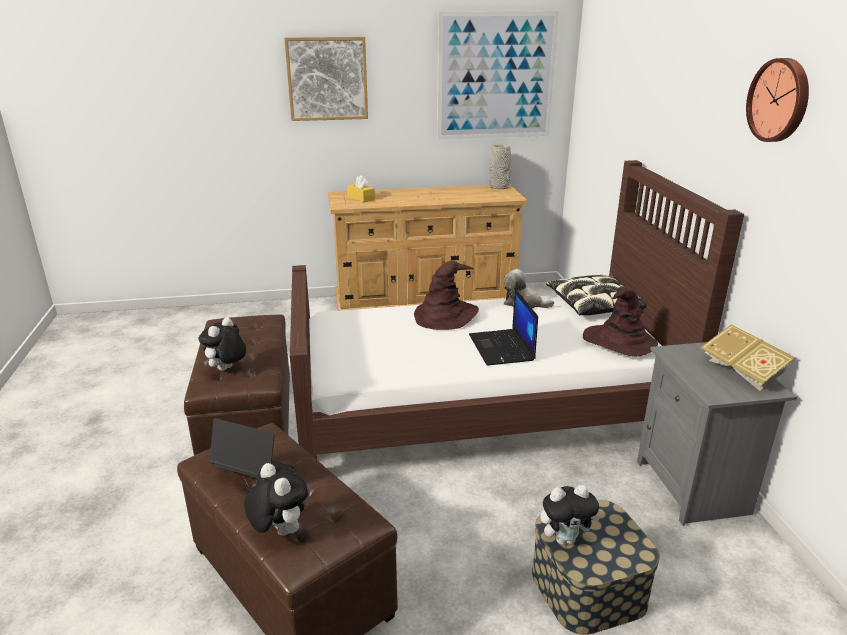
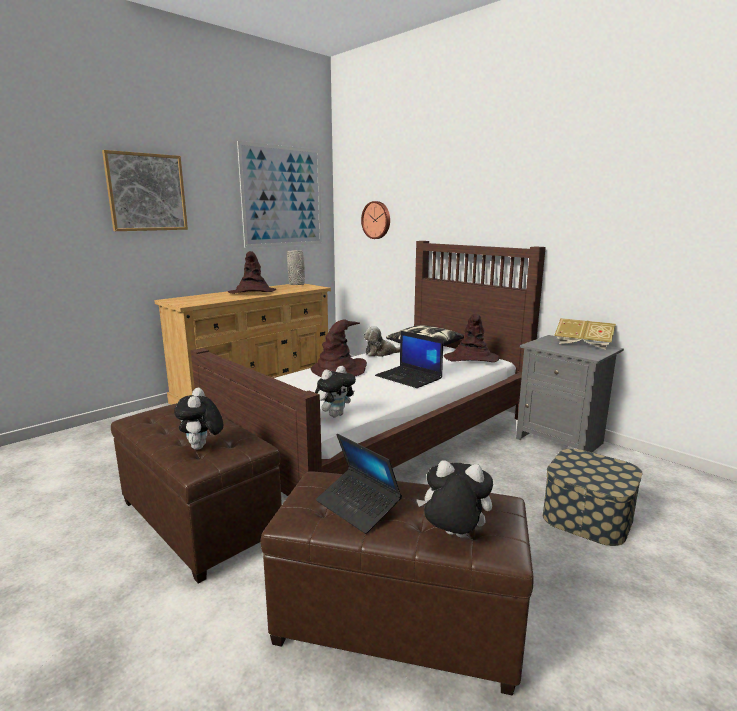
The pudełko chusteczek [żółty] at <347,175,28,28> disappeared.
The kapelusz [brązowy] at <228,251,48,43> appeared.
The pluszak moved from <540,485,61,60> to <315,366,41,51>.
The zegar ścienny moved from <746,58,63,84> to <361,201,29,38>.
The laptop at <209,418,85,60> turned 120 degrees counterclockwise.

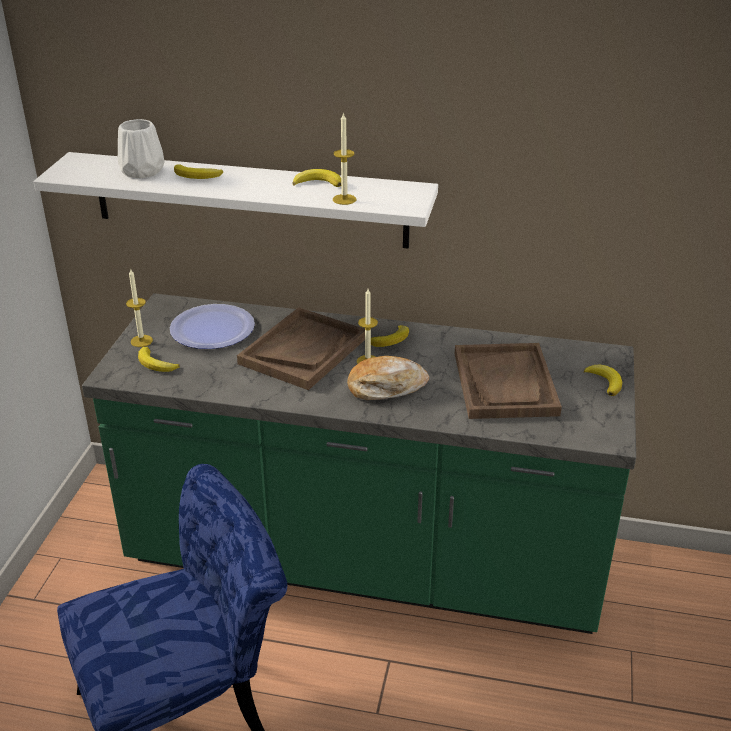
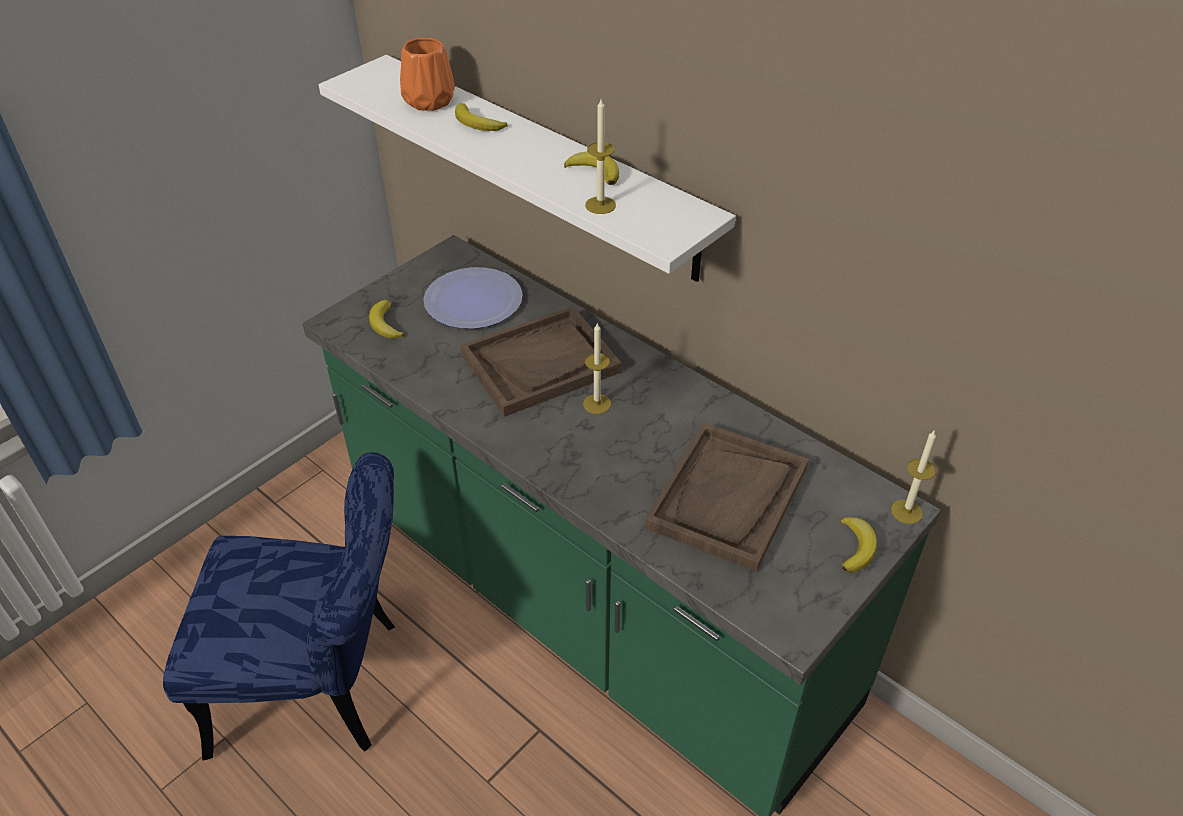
The chleb at <347,356,82,44> disappeared.
The banan at <371,325,38,22> disappeared.
The świeca moved from <126,268,27,79> to <891,431,45,93>.
The wazon [biały] at <118,119,47,59> became the wazon [pomarańczowy] at <400,38,55,73>.

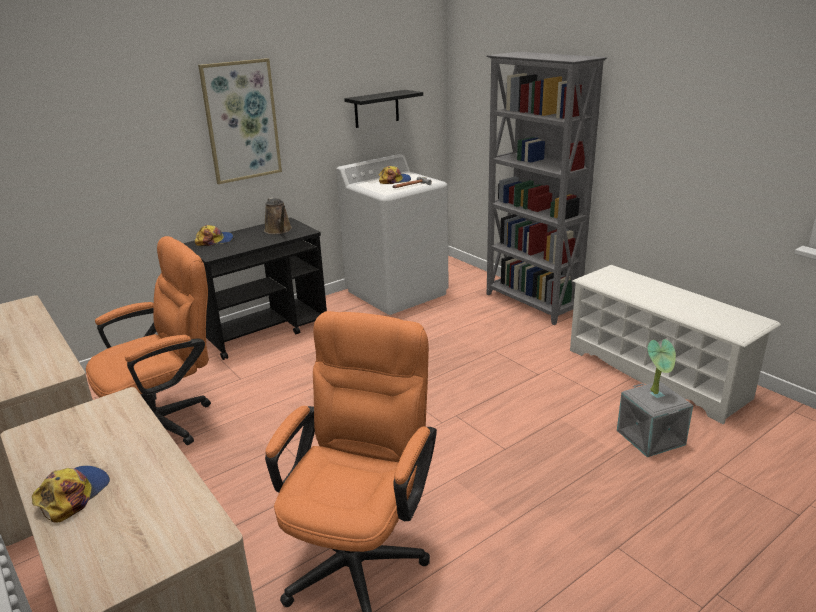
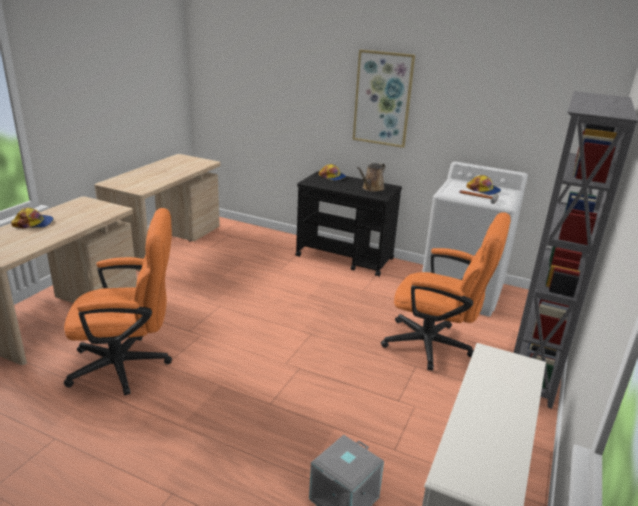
The półka [czarny] at <344,90,79,38> disappeared.
The roślina doniczkowa at <648,339,28,55> disappeared.
The krzesło biurowe [pomarańczowy] moved from <86,236,125,209> to <381,212,130,159>.

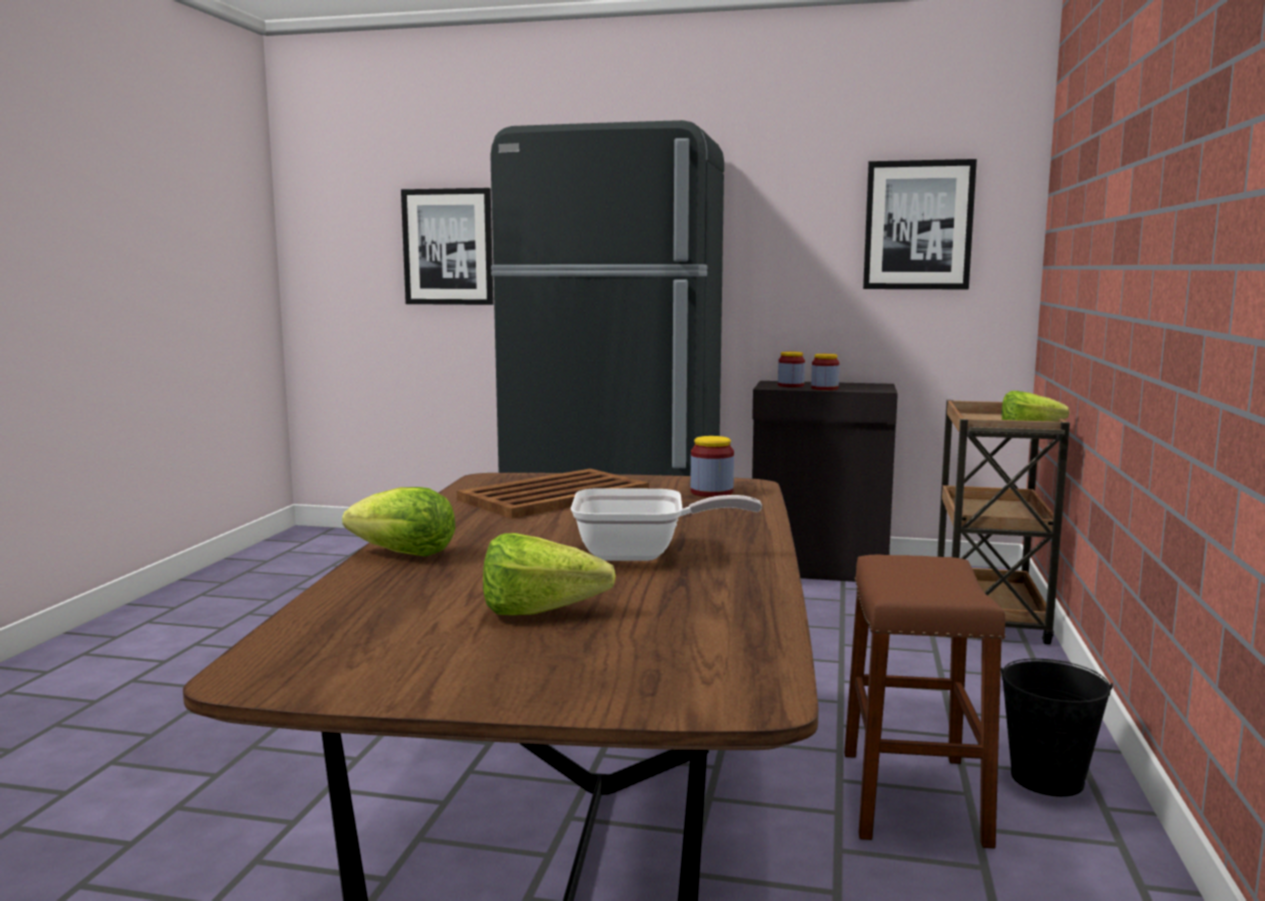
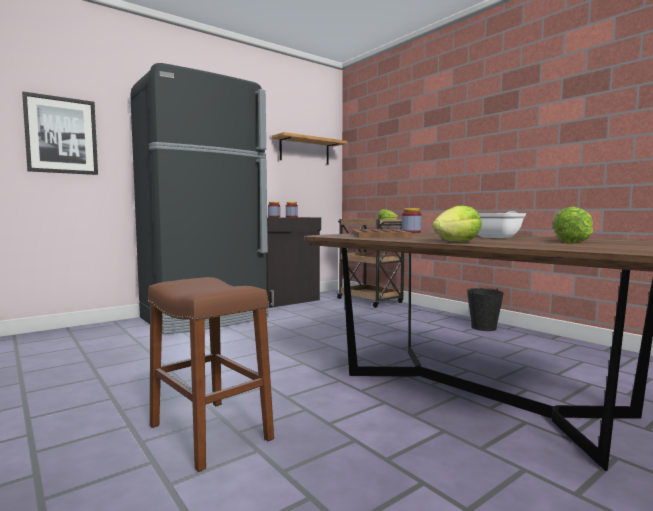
The stołek [brązowy] moved from <844,554,162,295> to <148,277,126,195>.
The obraz at <863,159,114,130> was replaced by the półka at <272,132,76,33>.

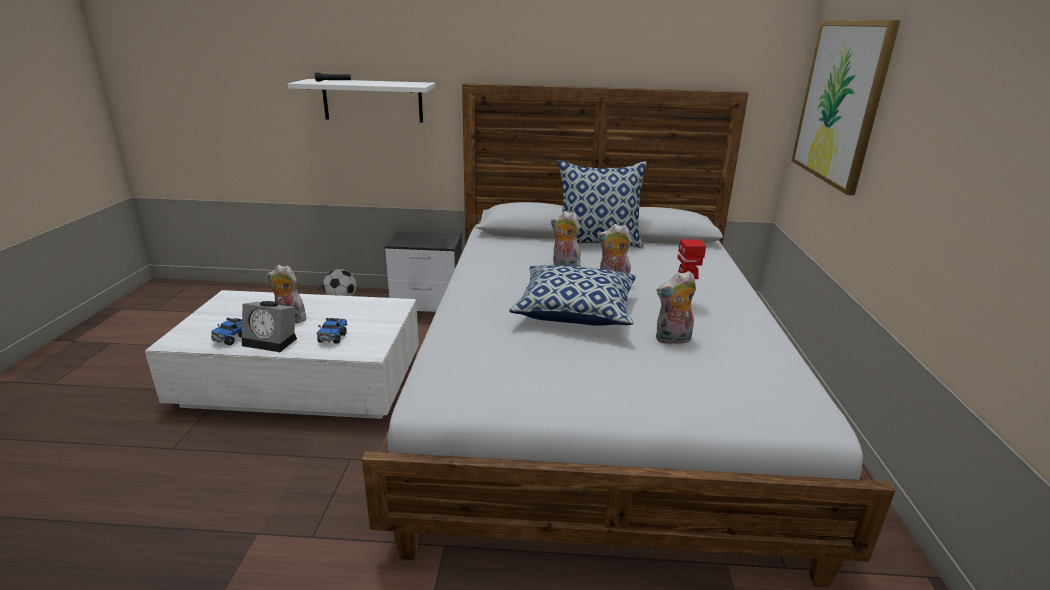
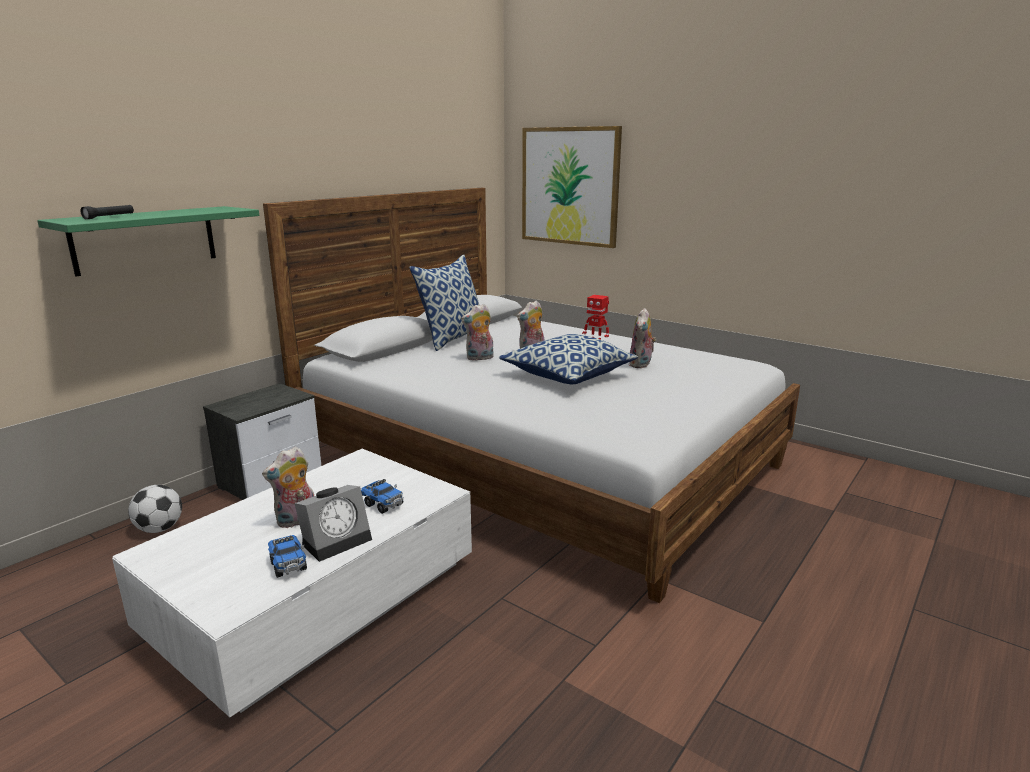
The półka [biały] at <288,79,148,44> became the półka [zielony] at <37,206,222,70>.

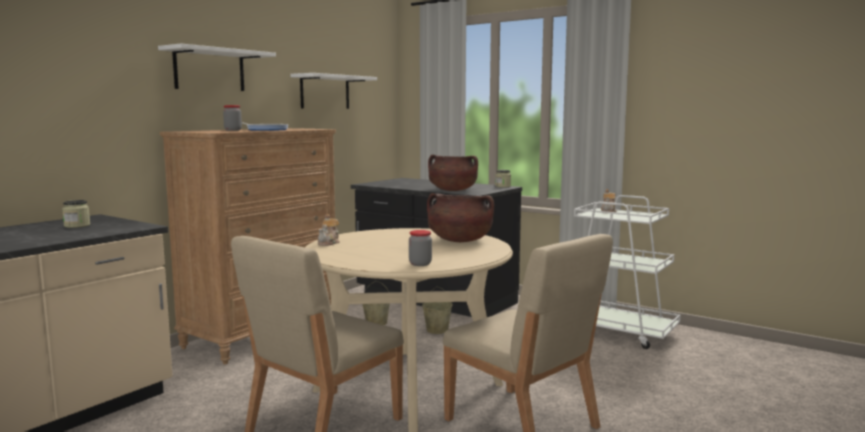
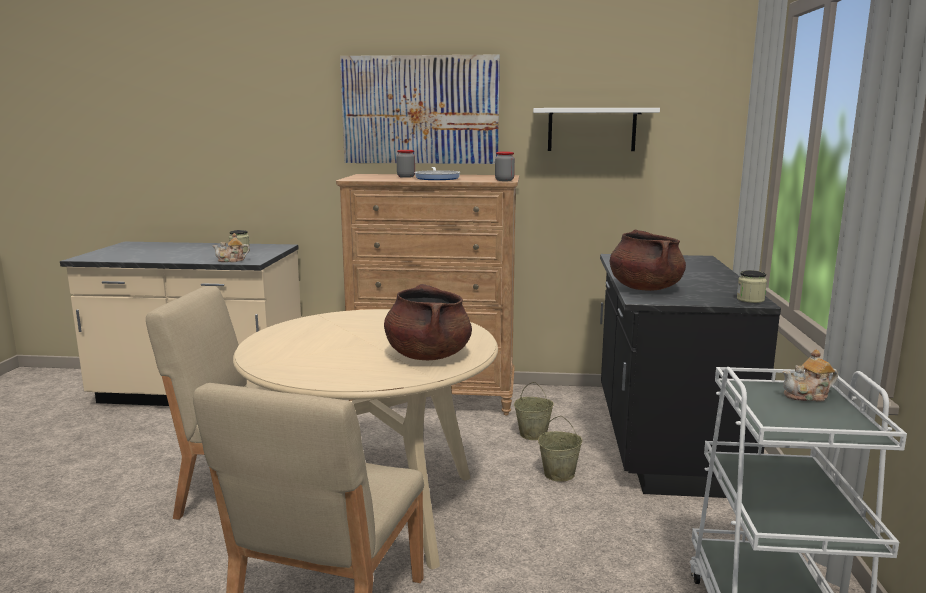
The imbryk moved from <318,214,22,32> to <213,233,37,29>.
The słoik moved from <409,230,23,36> to <495,152,20,29>.
The półka [biały] at <158,44,118,47> was replaced by the obraz at <340,54,160,110>.

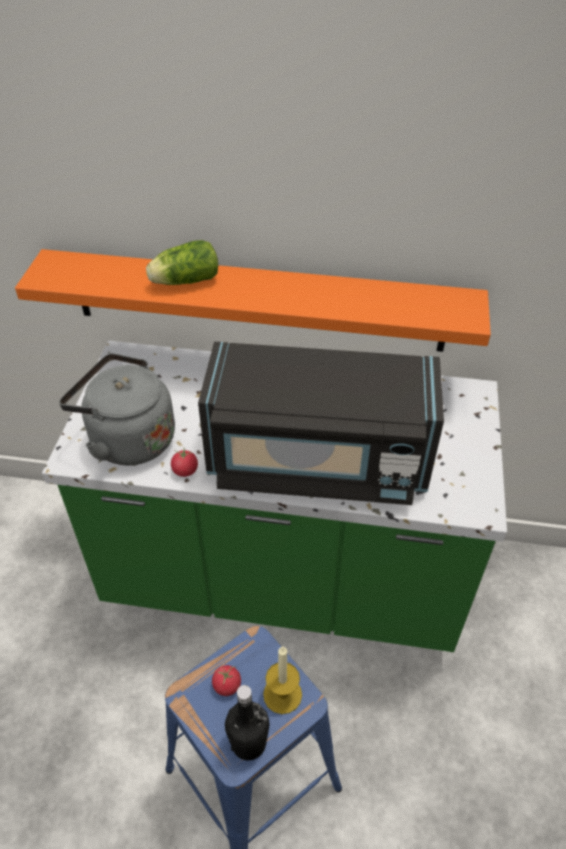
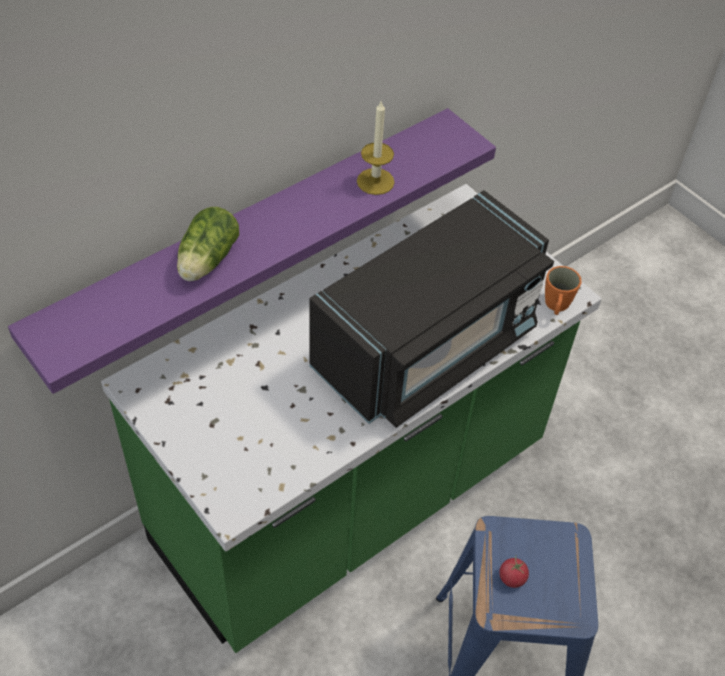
The czajnik [szary] at <59,353,116,112> disappeared.
The pomidor at <171,448,27,29> disappeared.
The butelka [czarny] at <225,685,44,76> disappeared.
The kubek [pomarańczowy] at <545,266,37,49> appeared.
The świeca moved from <263,646,39,68> to <357,101,38,94>.
The półka [pomarańczowy] at <15,249,476,103> became the półka [fioletowy] at <8,108,488,286>.

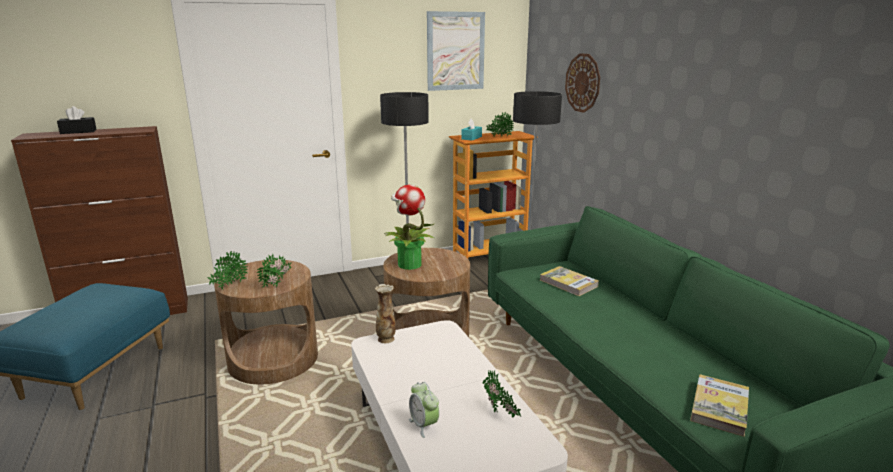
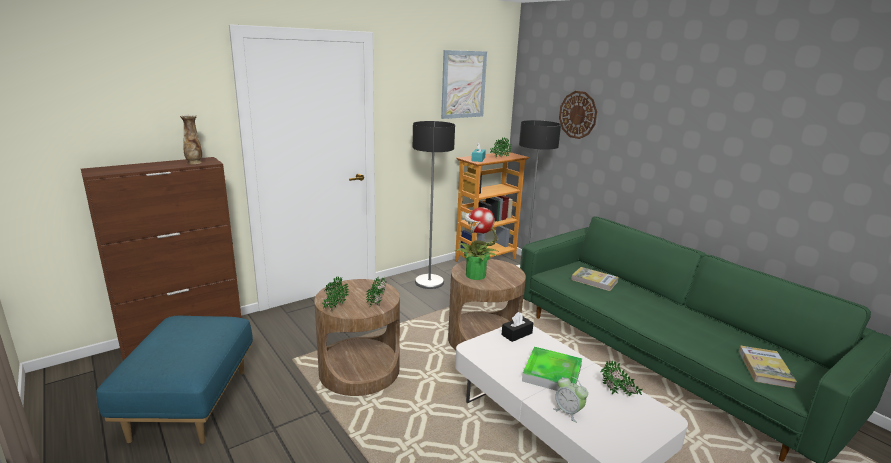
The taca at <522,347,60,44> appeared.
The pudełko chusteczek [czarny] moved from <57,106,40,28> to <502,312,32,30>.
The wazon moved from <375,284,21,59> to <180,115,22,49>.

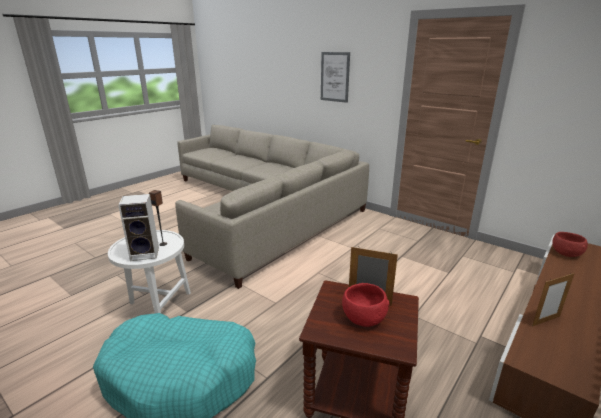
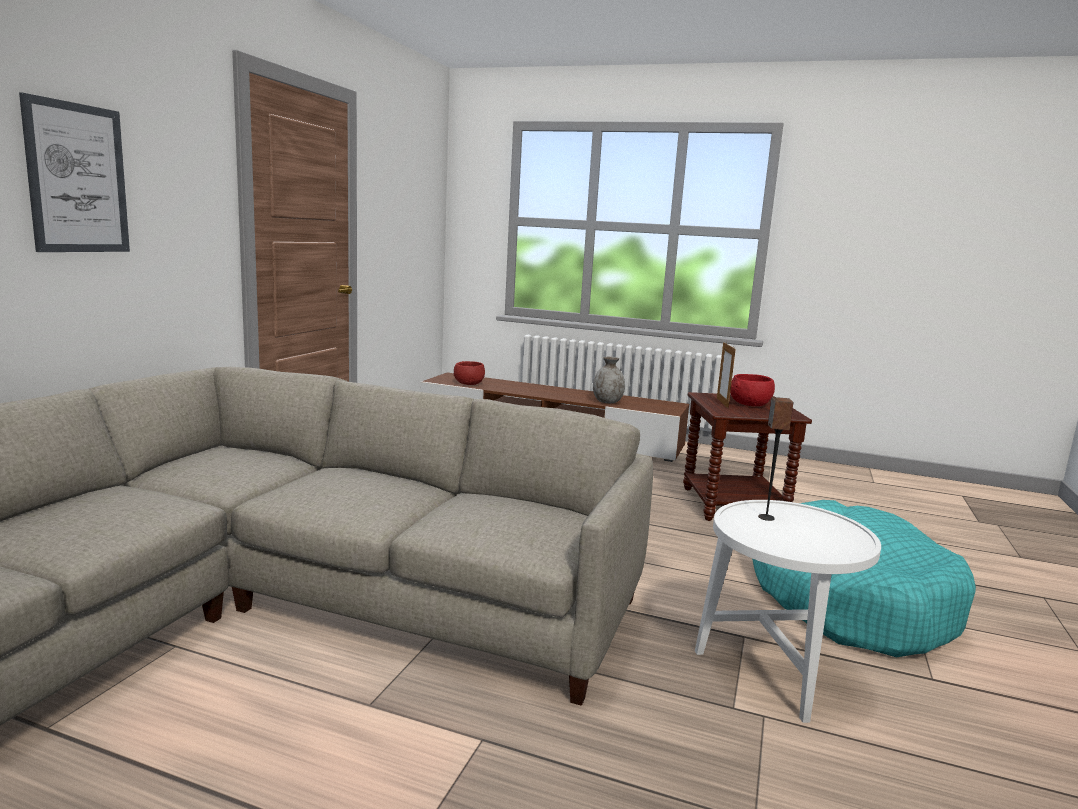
The głośnik at <118,194,41,67> disappeared.
The ramka na zdjęcie at <532,273,43,53> was replaced by the wazon [szary] at <593,357,32,46>.

